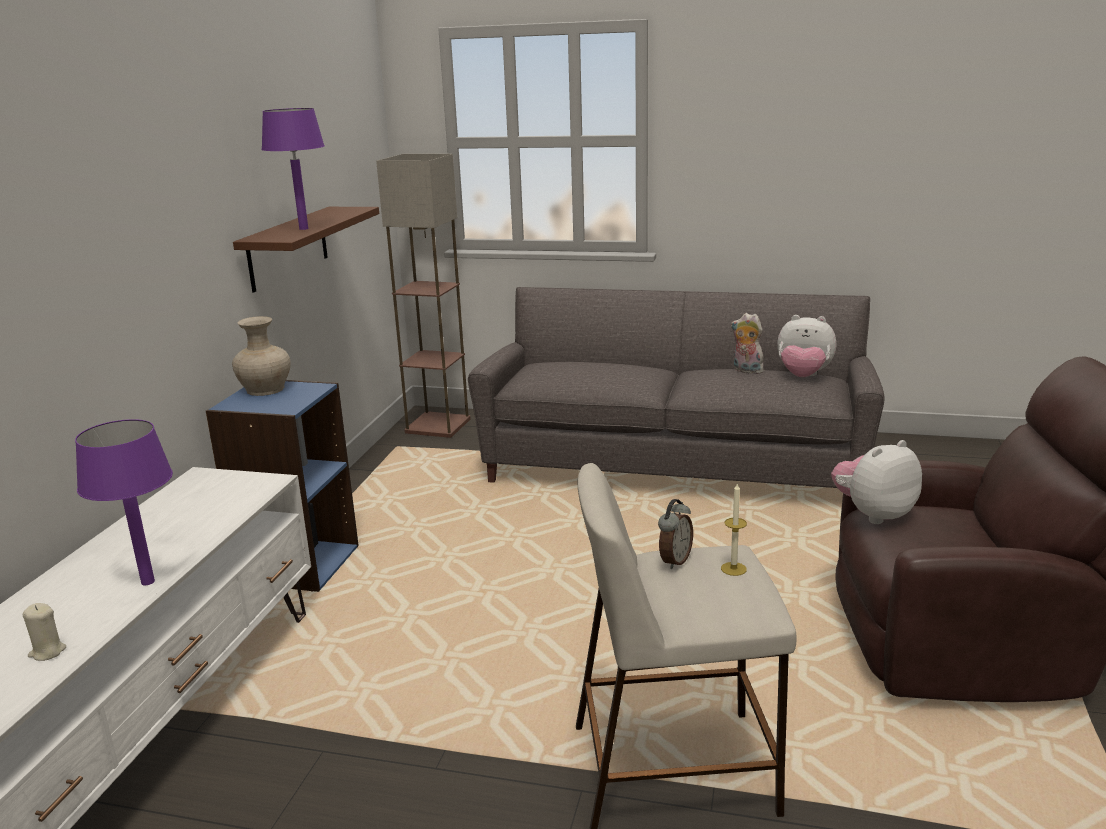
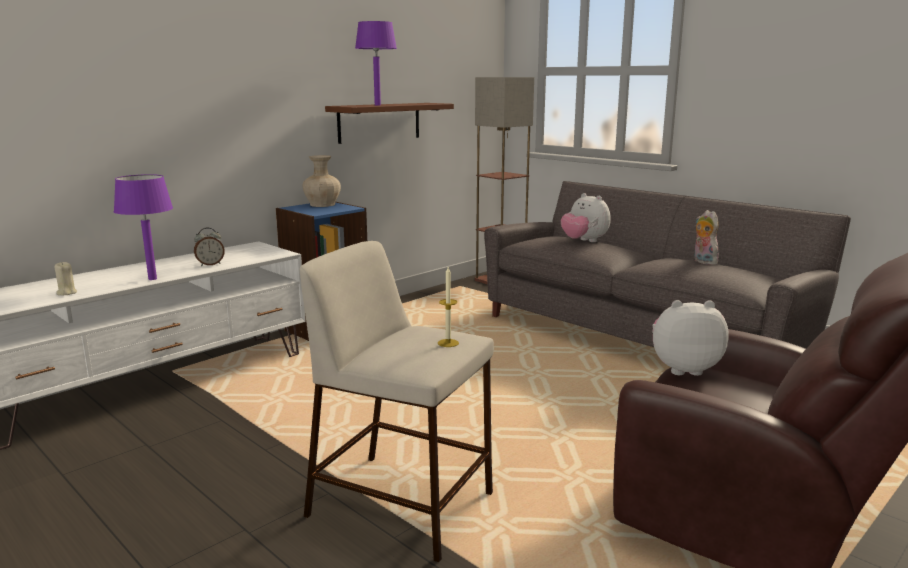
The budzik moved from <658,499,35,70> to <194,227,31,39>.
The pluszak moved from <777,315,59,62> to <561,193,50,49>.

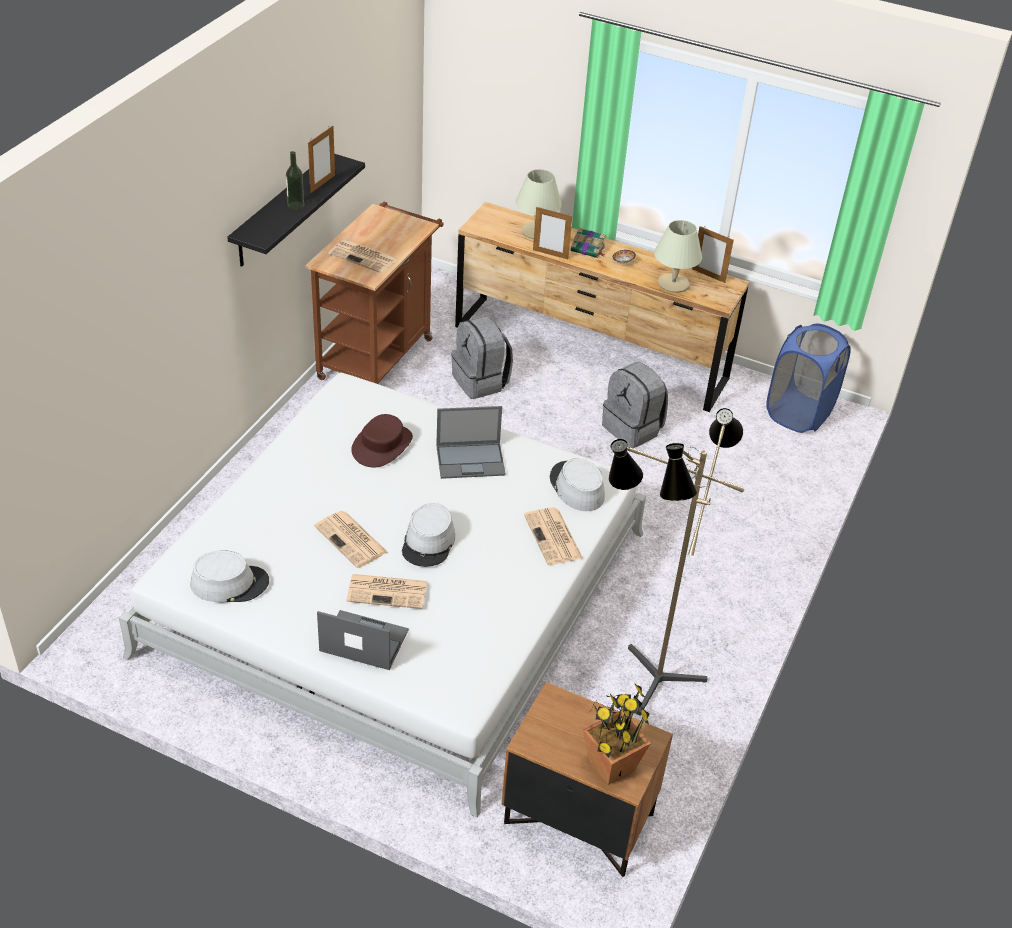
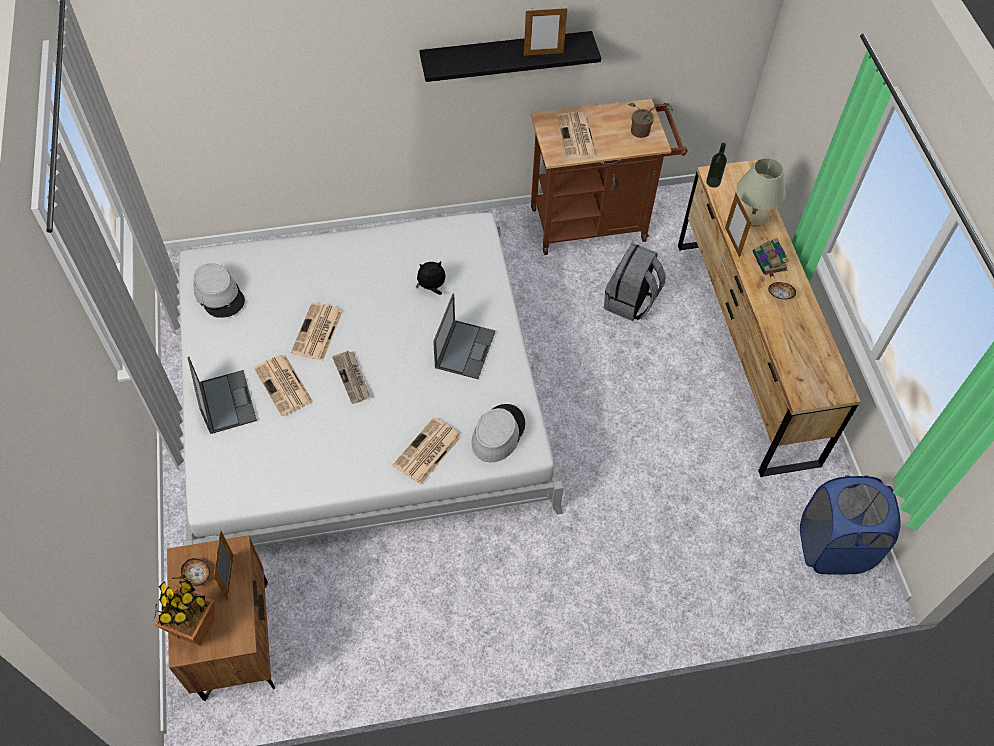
The plecak [szary] at <602,362,66,86> disappeared.
The lampa stojąca at <609,408,135,308> disappeared.
The lampa stołowa [beżowy] at <654,220,48,73> disappeared.
The miska at <181,558,29,28> appeared.
The roślina doniczkowa at <628,103,45,35> appeared.
The butelka moved from <286,151,18,59> to <706,143,21,45>.
The ramka na zdjęcie moved from <692,226,42,57> to <214,530,20,70>.
The kapelusz [brązowy] at <351,414,62,53> was replaced by the pluszak at <416,261,30,34>.
The kapelusz [szary] at <402,503,53,64> was replaced by the gazeta at <332,351,38,53>.
The laptop at <436,406,70,73> turned 120 degrees counterclockwise.

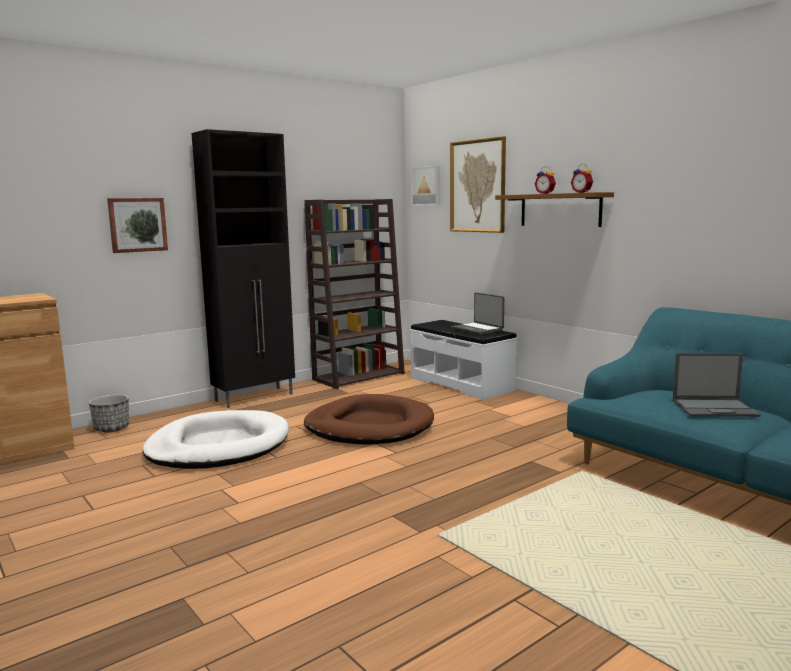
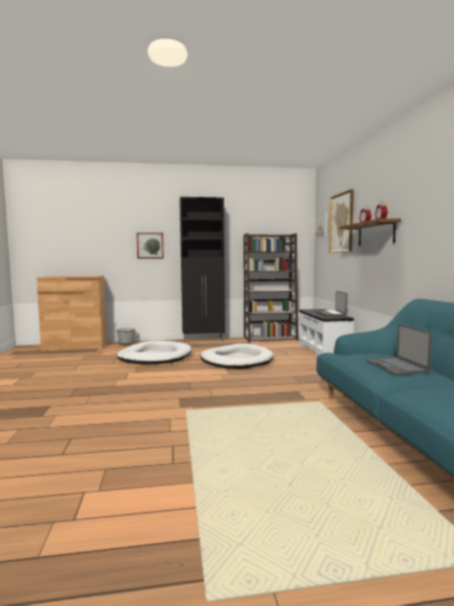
The legowisko [brązowy] at <304,394,130,51> became the legowisko [biały] at <200,343,74,26>.
The laptop at <672,353,89,64> turned 45 degrees clockwise.

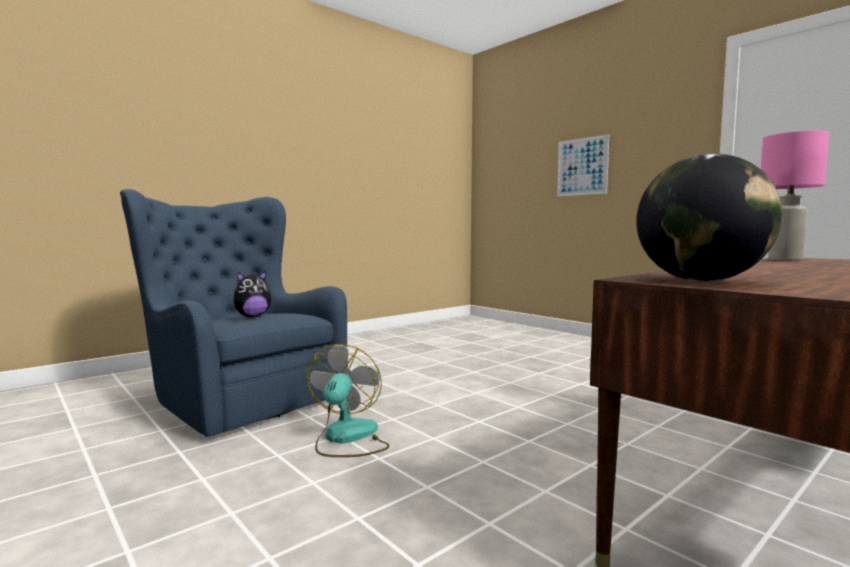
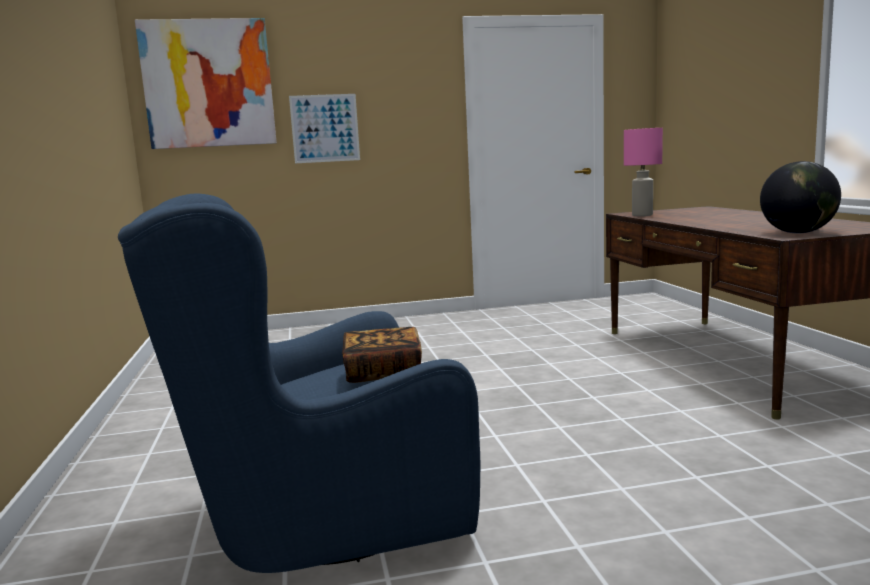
The wentylator at <306,344,84,113> disappeared.
The obraz at <135,18,142,131> appeared.
The pluszak at <234,270,37,47> was replaced by the książka at <342,327,80,56>.

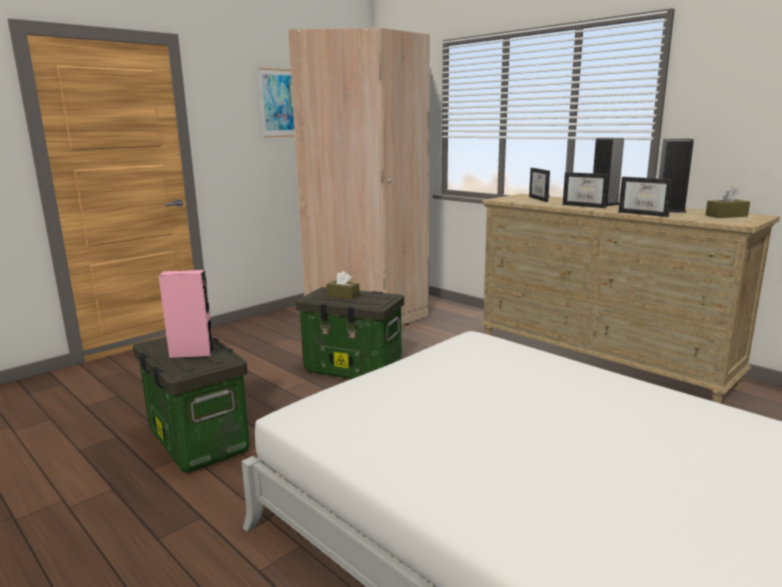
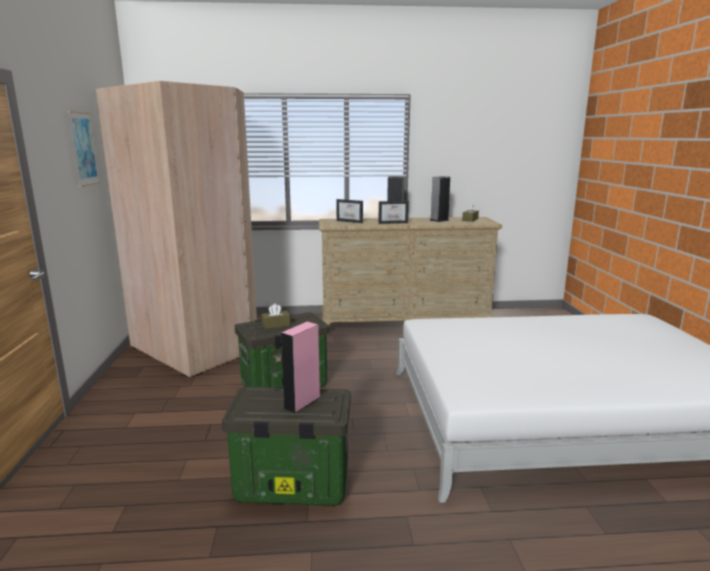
The ramka na zdjęcie at <619,177,54,40> disappeared.

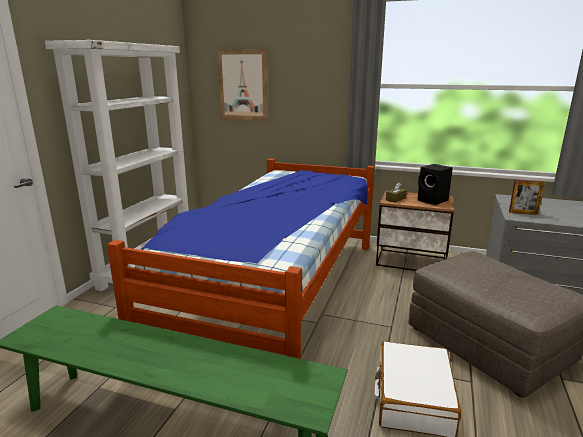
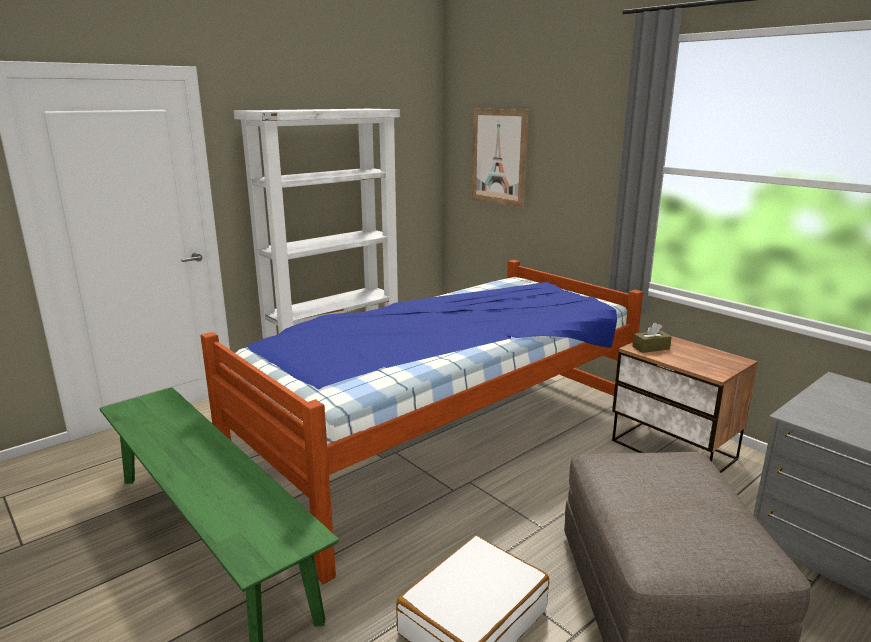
The głośnik [czarny] at <417,164,36,41> disappeared.
The ramka na zdjęcie at <509,180,36,35> disappeared.

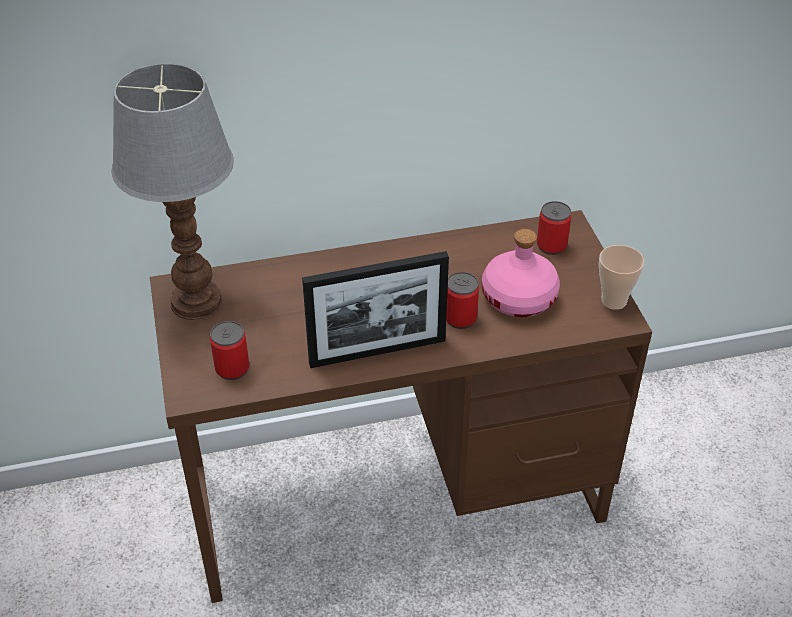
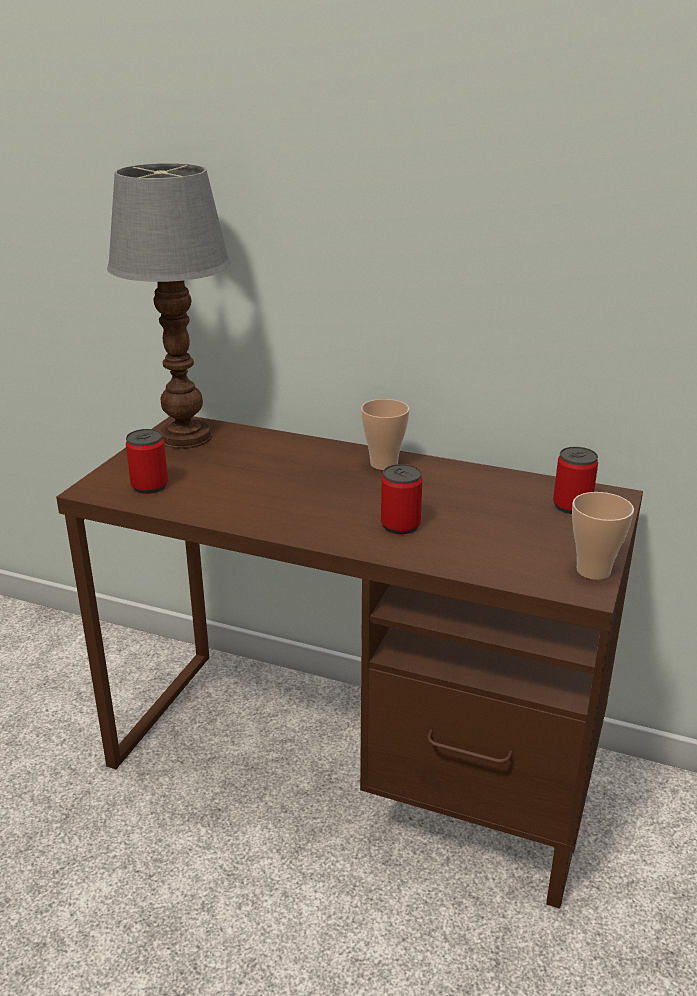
The ramka na zdjęcie at <302,251,147,117> disappeared.
The butelka [różowy] at <482,229,78,88> disappeared.
The filiżanka at <361,399,48,71> appeared.

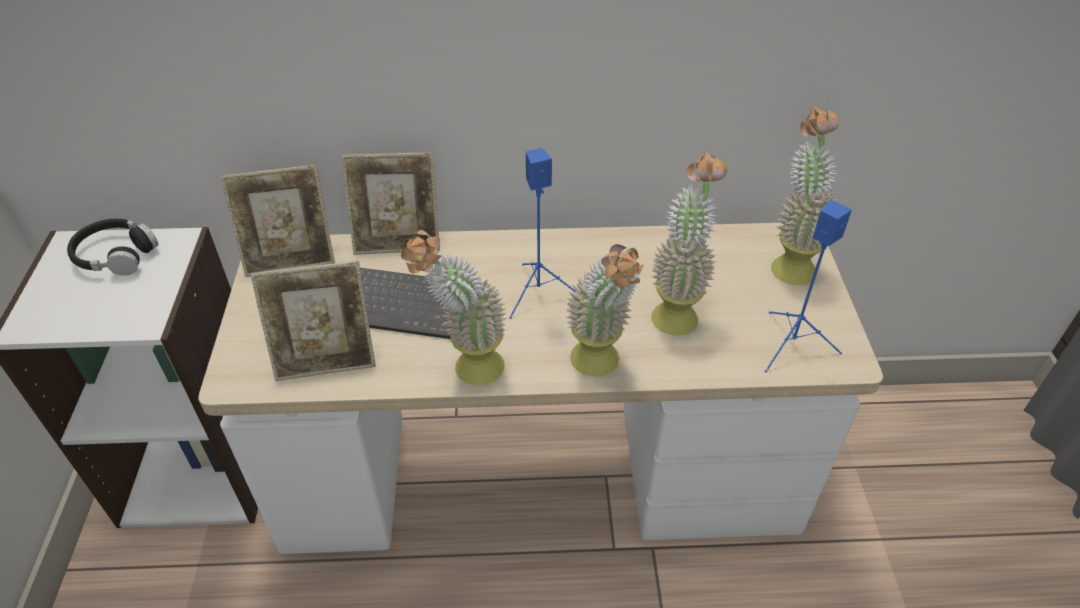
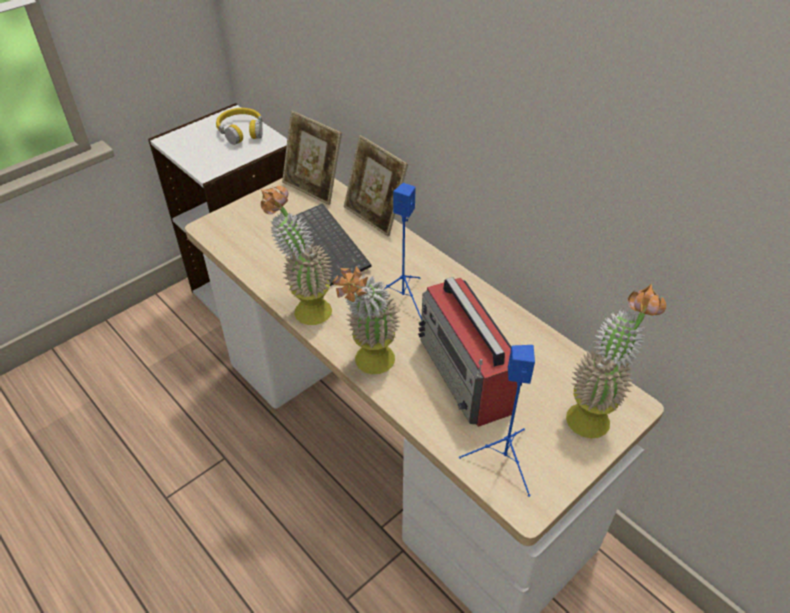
The ramka na zdjęcie at <250,261,126,120> disappeared.
The roślina doniczkowa at <651,150,76,186> was replaced by the radio at <418,277,100,150>.
The słuchawki [czarny] at <67,219,91,57> became the słuchawki [żółty] at <216,108,47,37>.

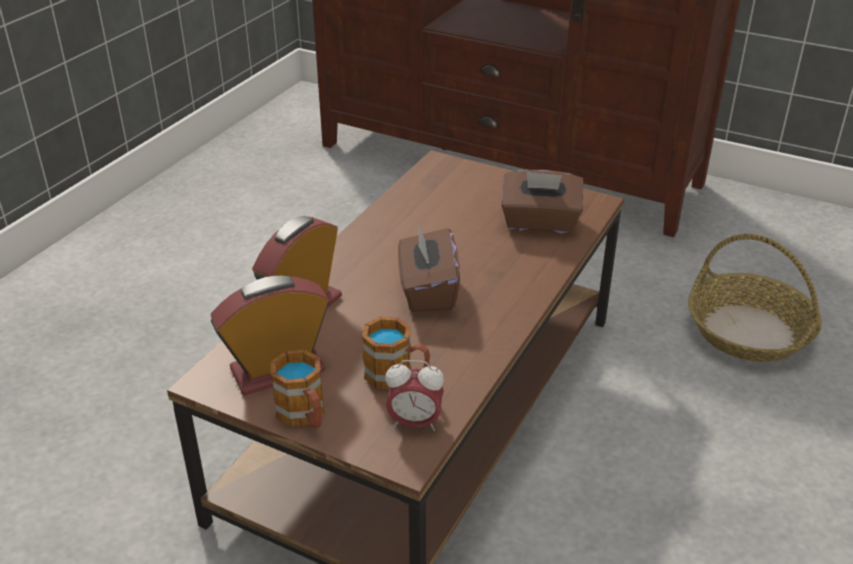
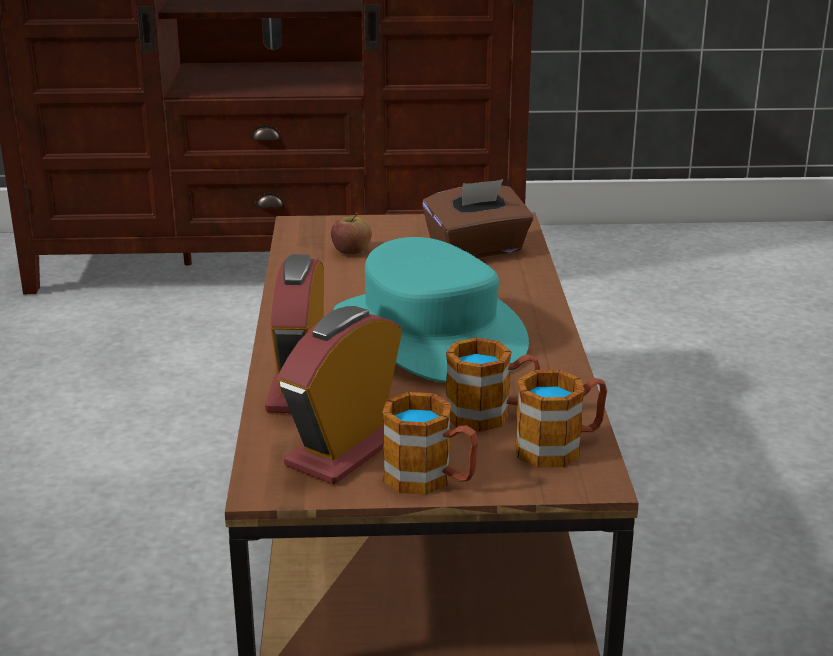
The koszyk at <688,234,134,128> disappeared.
The jabłko at <331,213,41,42> appeared.
The budzik at <385,360,59,71> was replaced by the kubek at <515,370,92,98>.
The pudełko chusteczek [brązowy] at <398,226,62,86> was replaced by the kapelusz [turkusowy] at <334,237,195,146>.

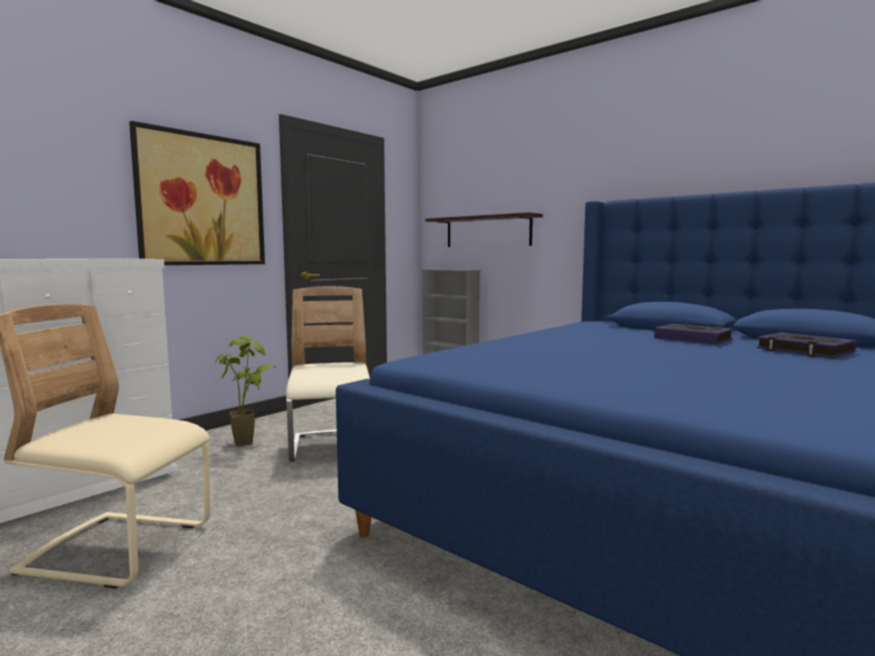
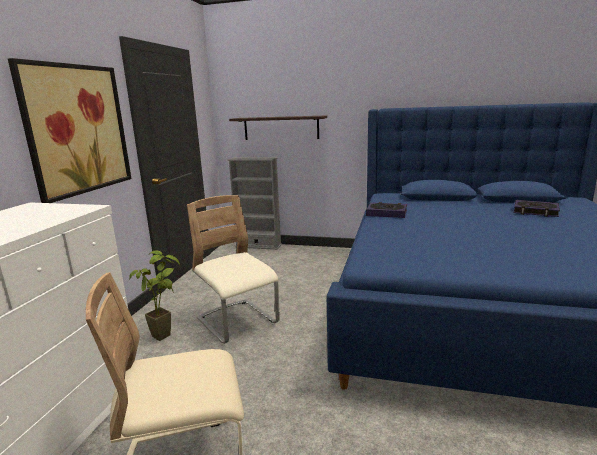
The książka moved from <654,324,79,21> to <366,202,41,16>.

